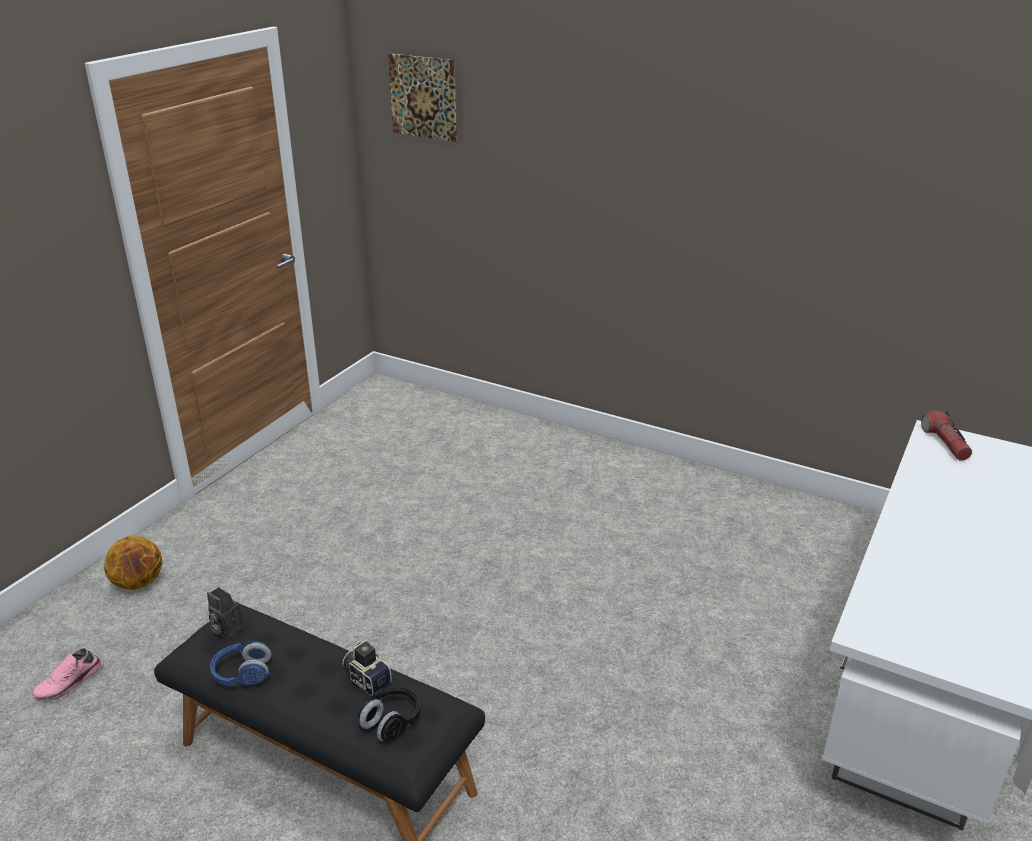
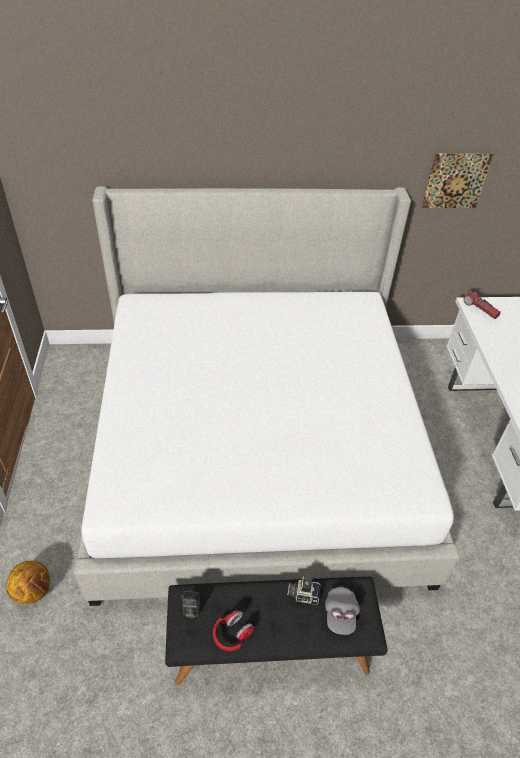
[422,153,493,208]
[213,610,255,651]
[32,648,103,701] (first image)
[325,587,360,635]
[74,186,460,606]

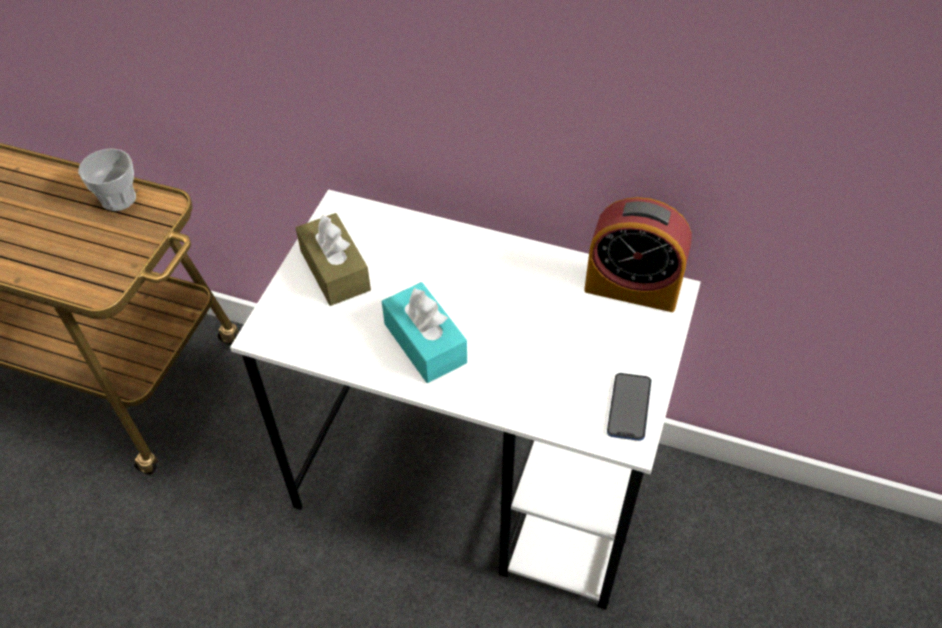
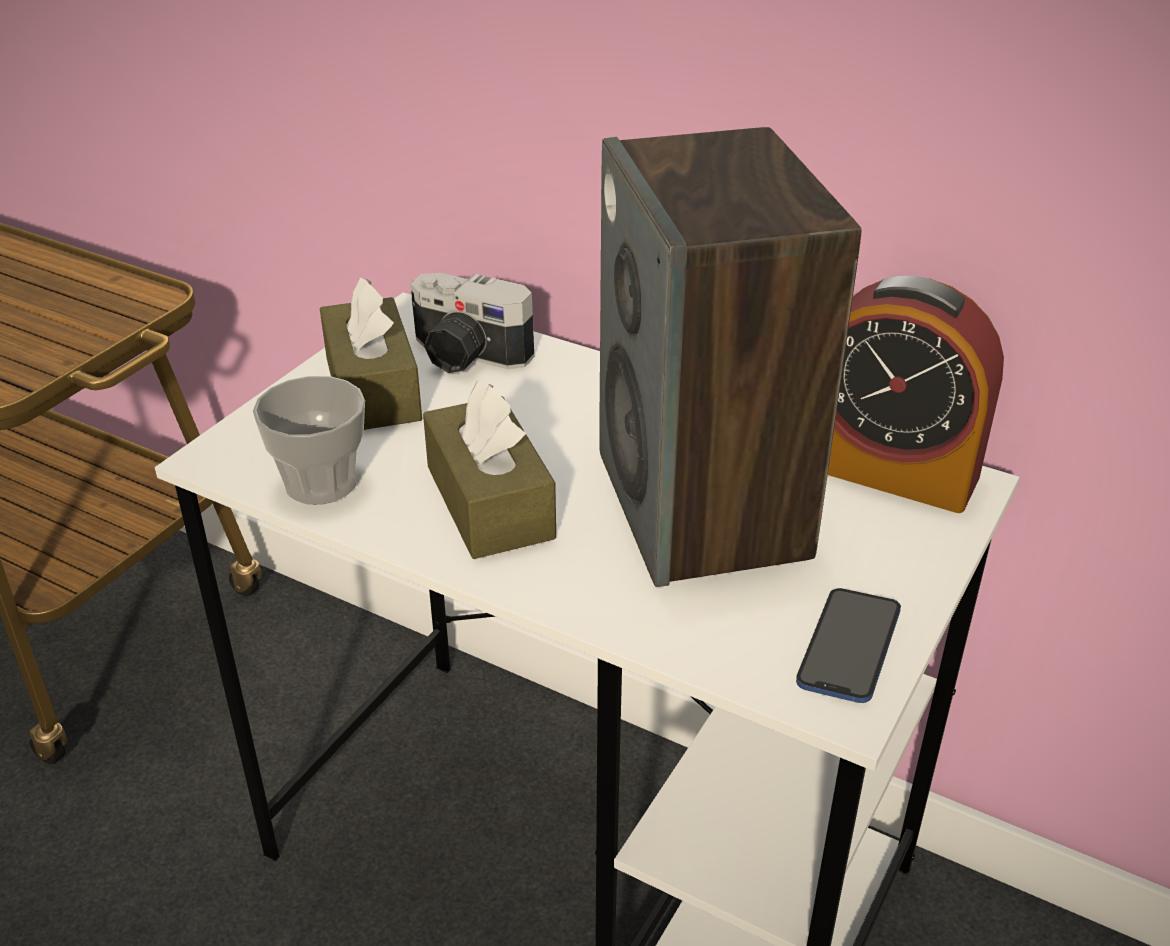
[253,376,365,505]
[423,381,556,559]
[599,127,862,587]
[410,273,534,373]

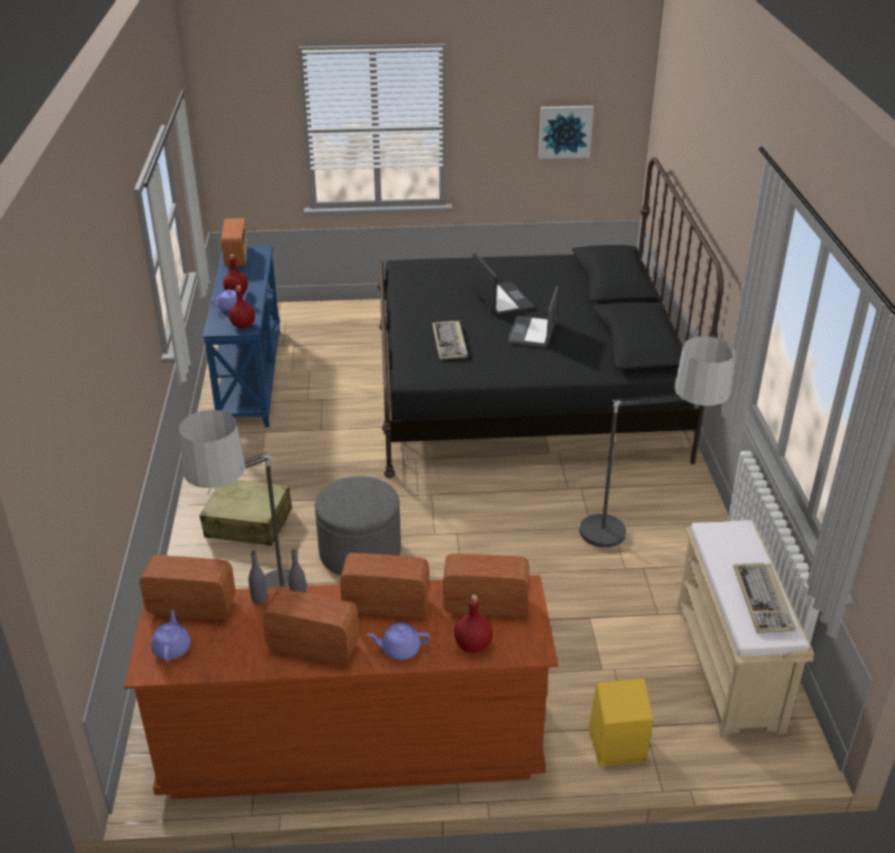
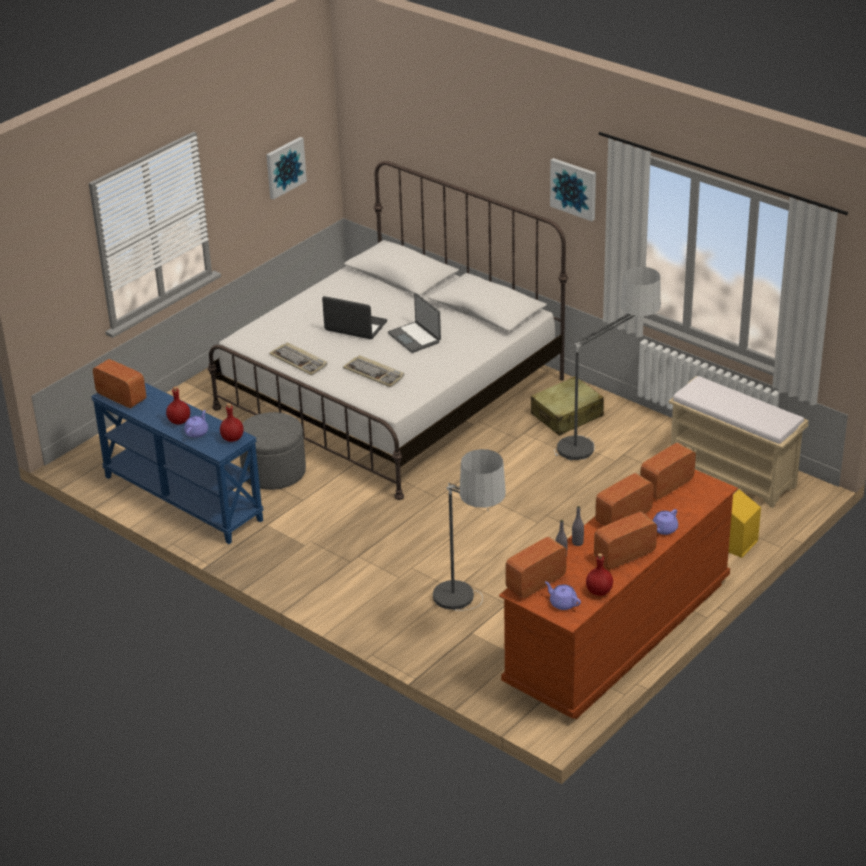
[208,161,568,500]
[240,412,306,490]
[531,376,604,436]
[269,342,327,376]
[586,553,613,596]
[550,158,596,221]

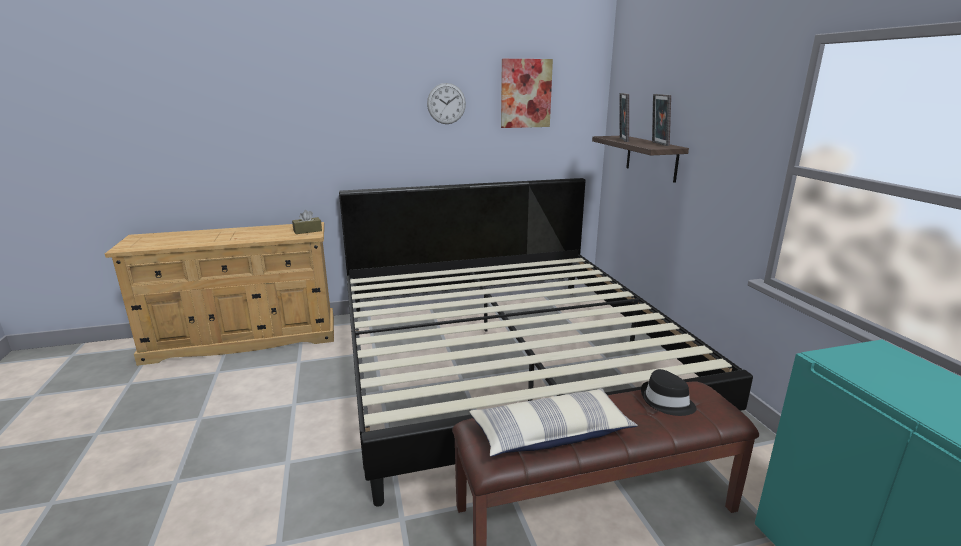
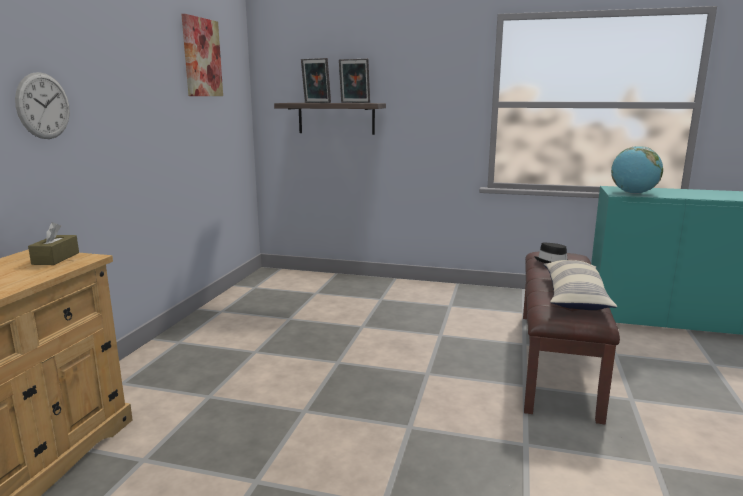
[15,72,70,139]
[339,178,753,507] (first image)
[611,146,663,194]

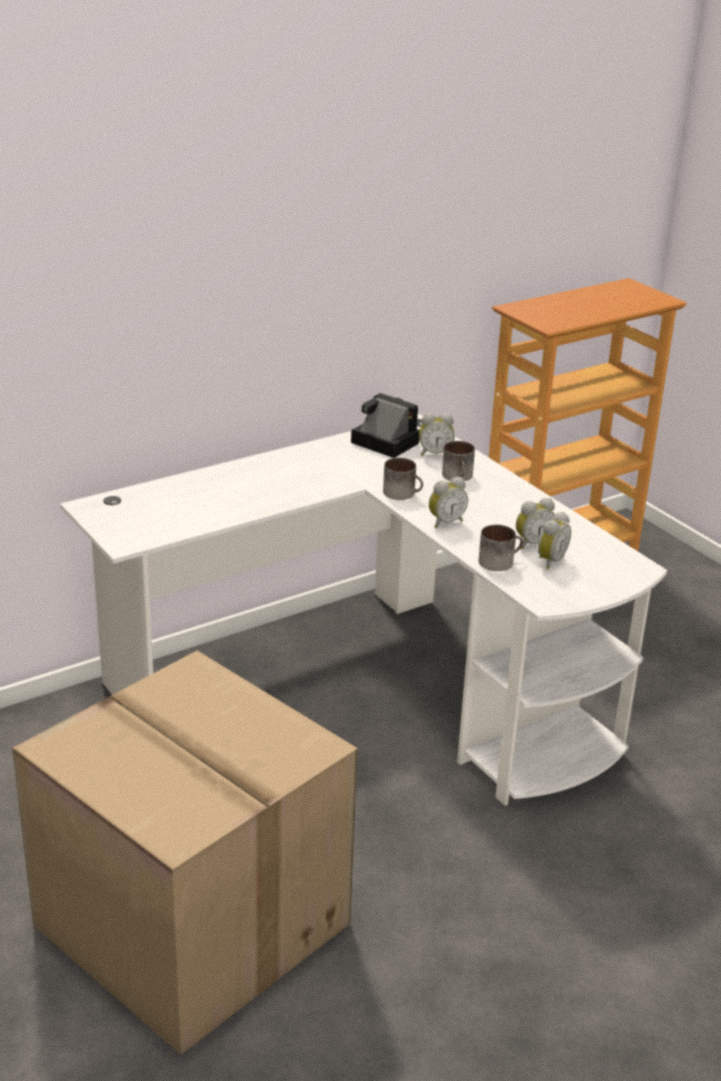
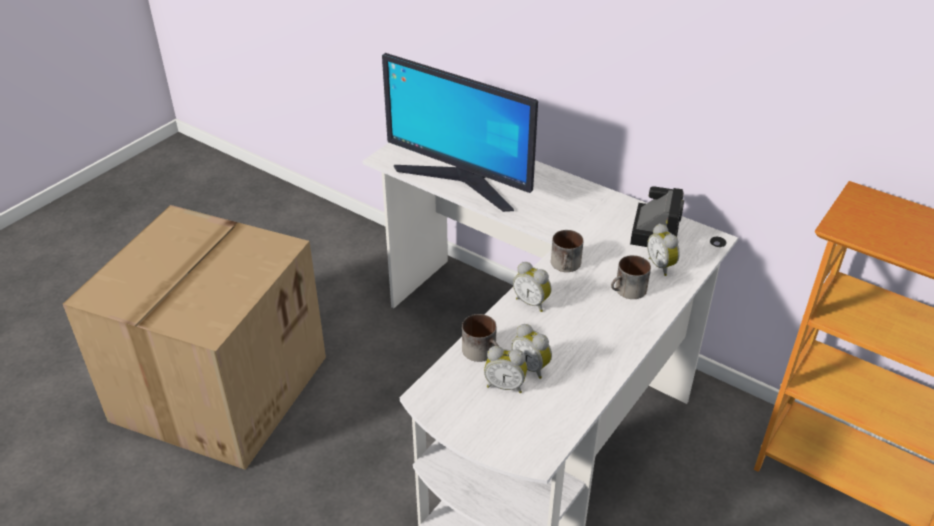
[382,53,538,212]

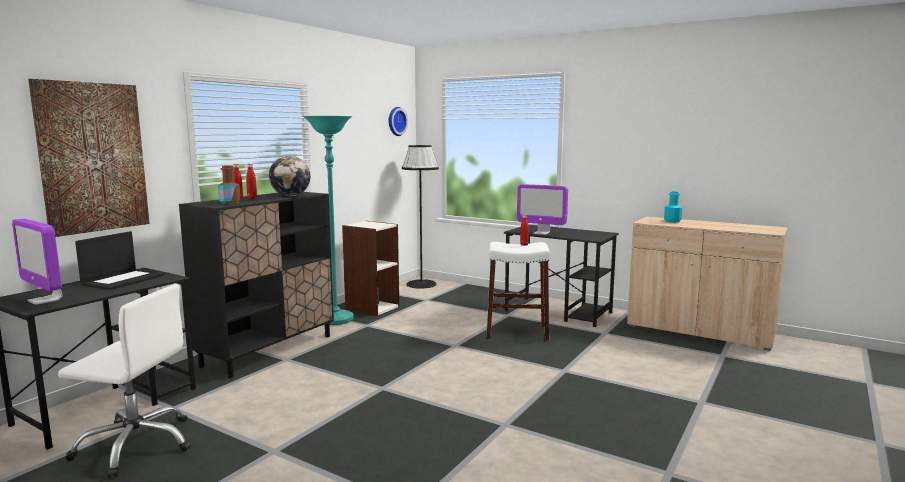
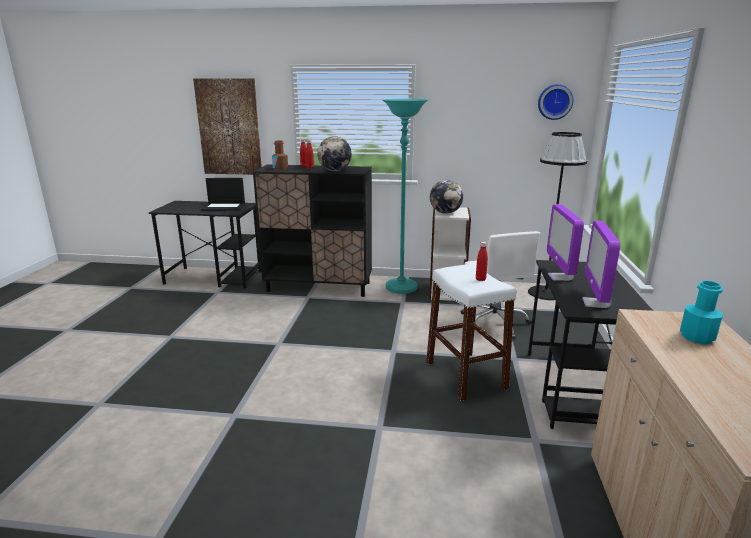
[582,221,620,308]
[461,231,540,339]
[430,180,463,214]

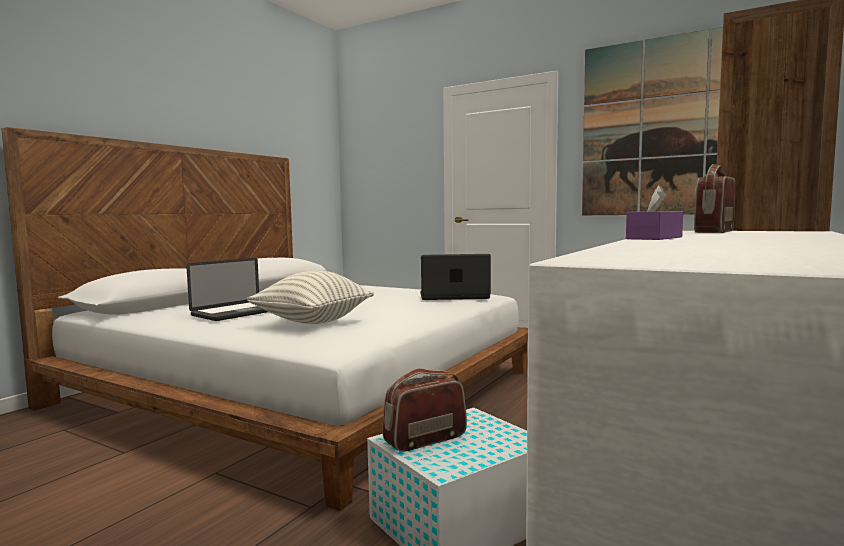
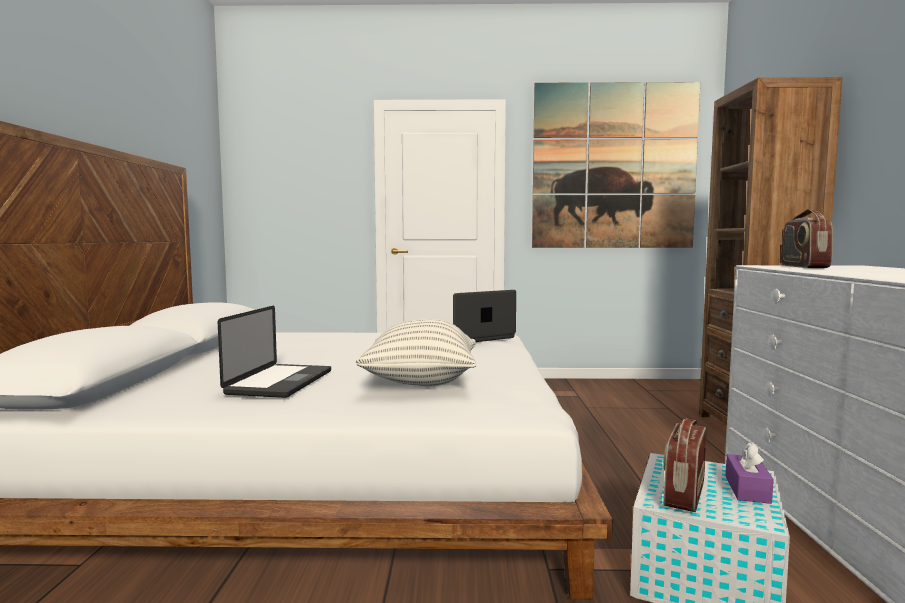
[725,443,774,504]

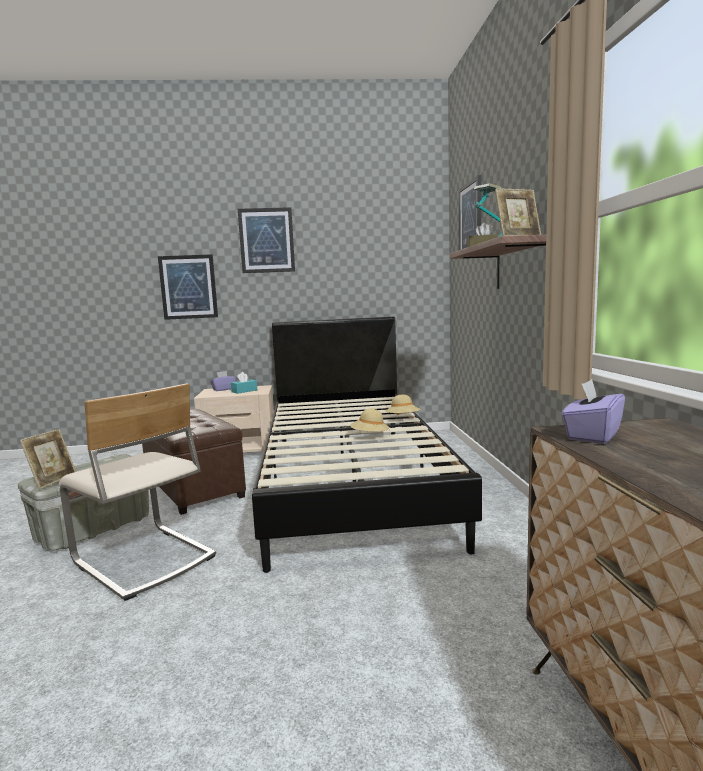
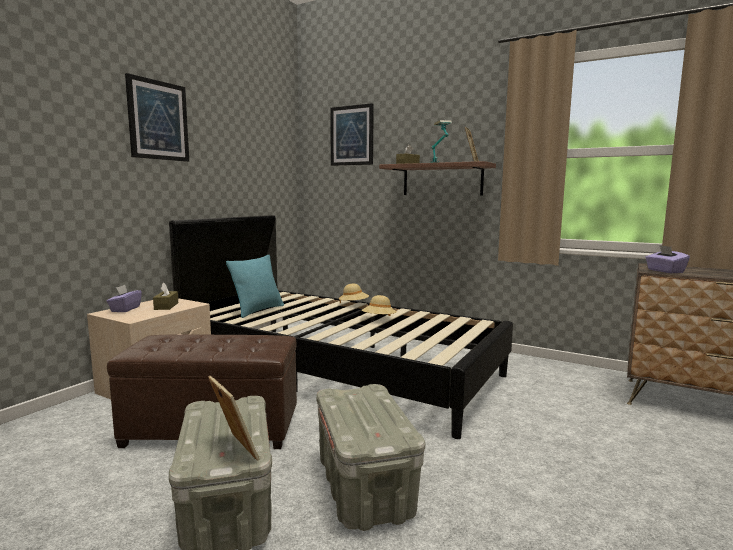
[158,254,218,320] (first image)
[153,283,178,310]
[316,384,425,531]
[226,255,284,318]

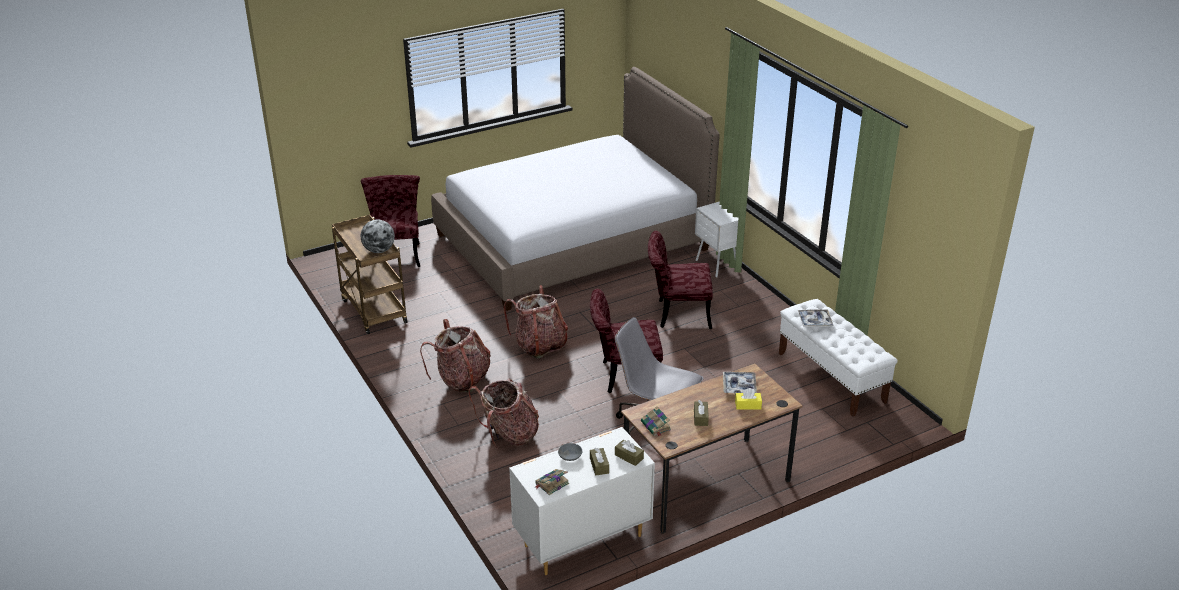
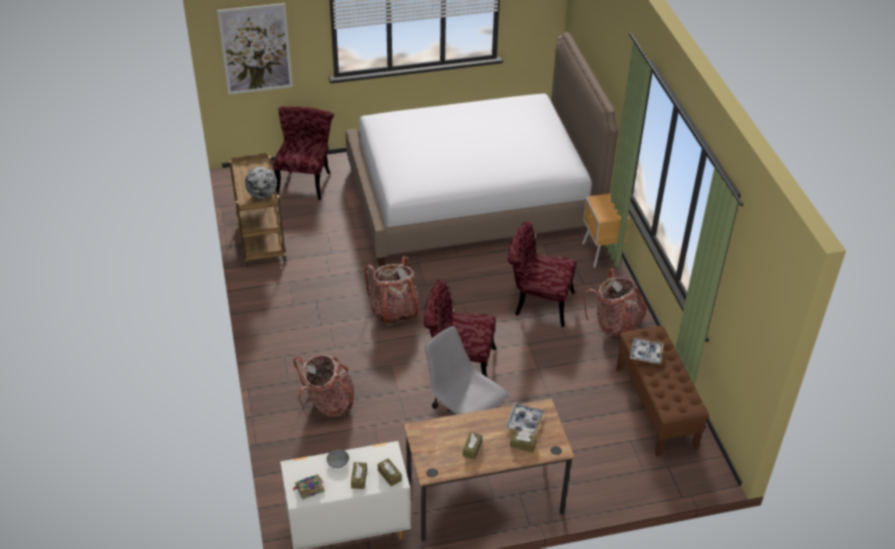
[582,193,629,268]
[616,326,709,457]
[584,268,647,340]
[510,431,537,452]
[641,406,671,436] (first image)
[217,3,293,95]

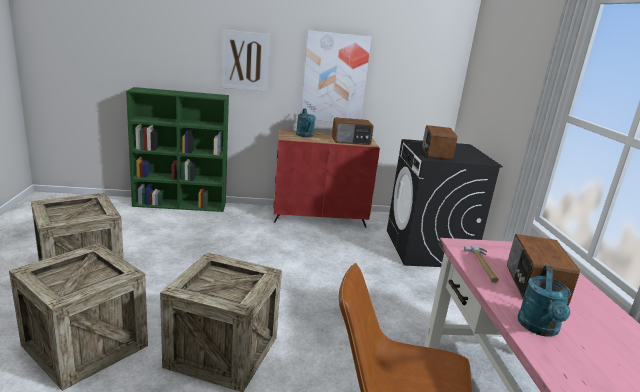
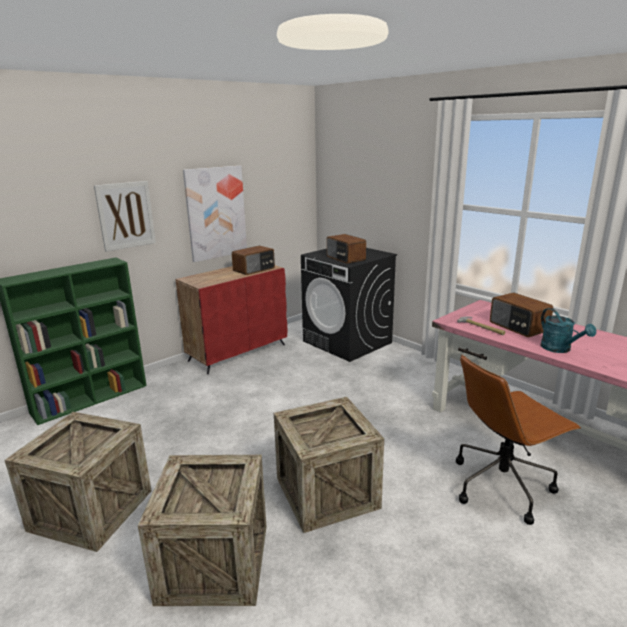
[296,109,316,137] (first image)

